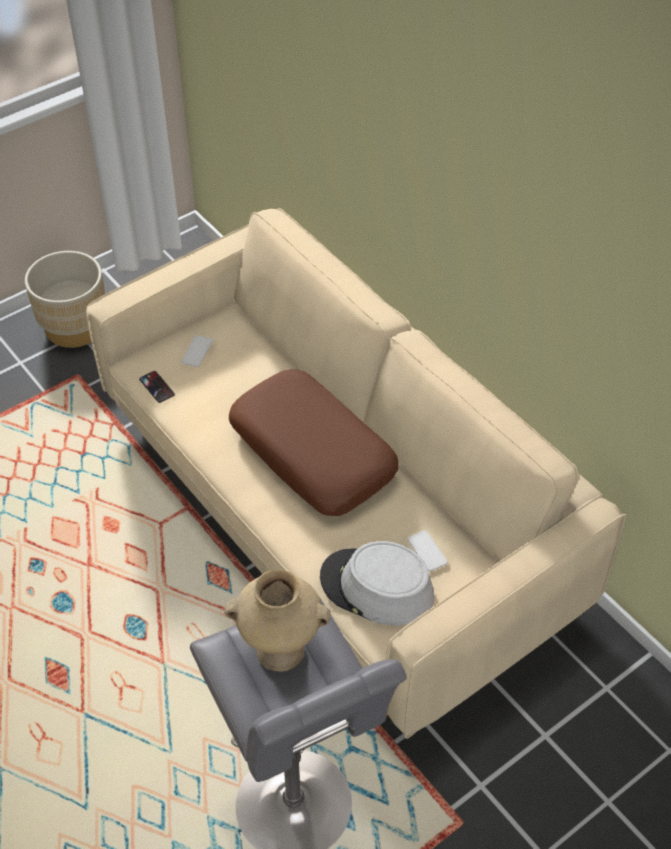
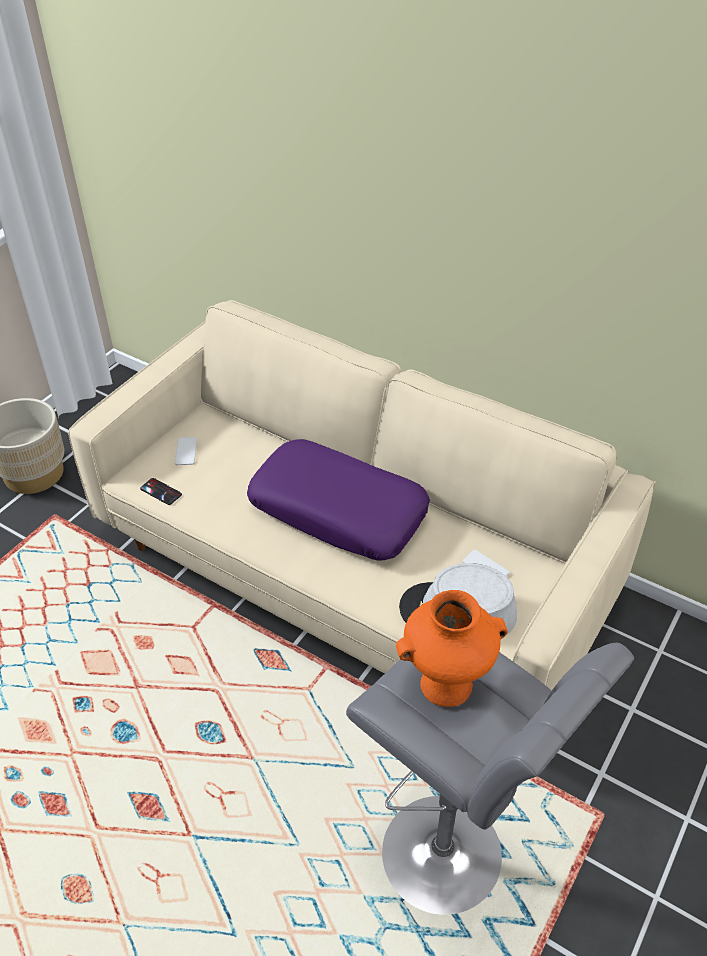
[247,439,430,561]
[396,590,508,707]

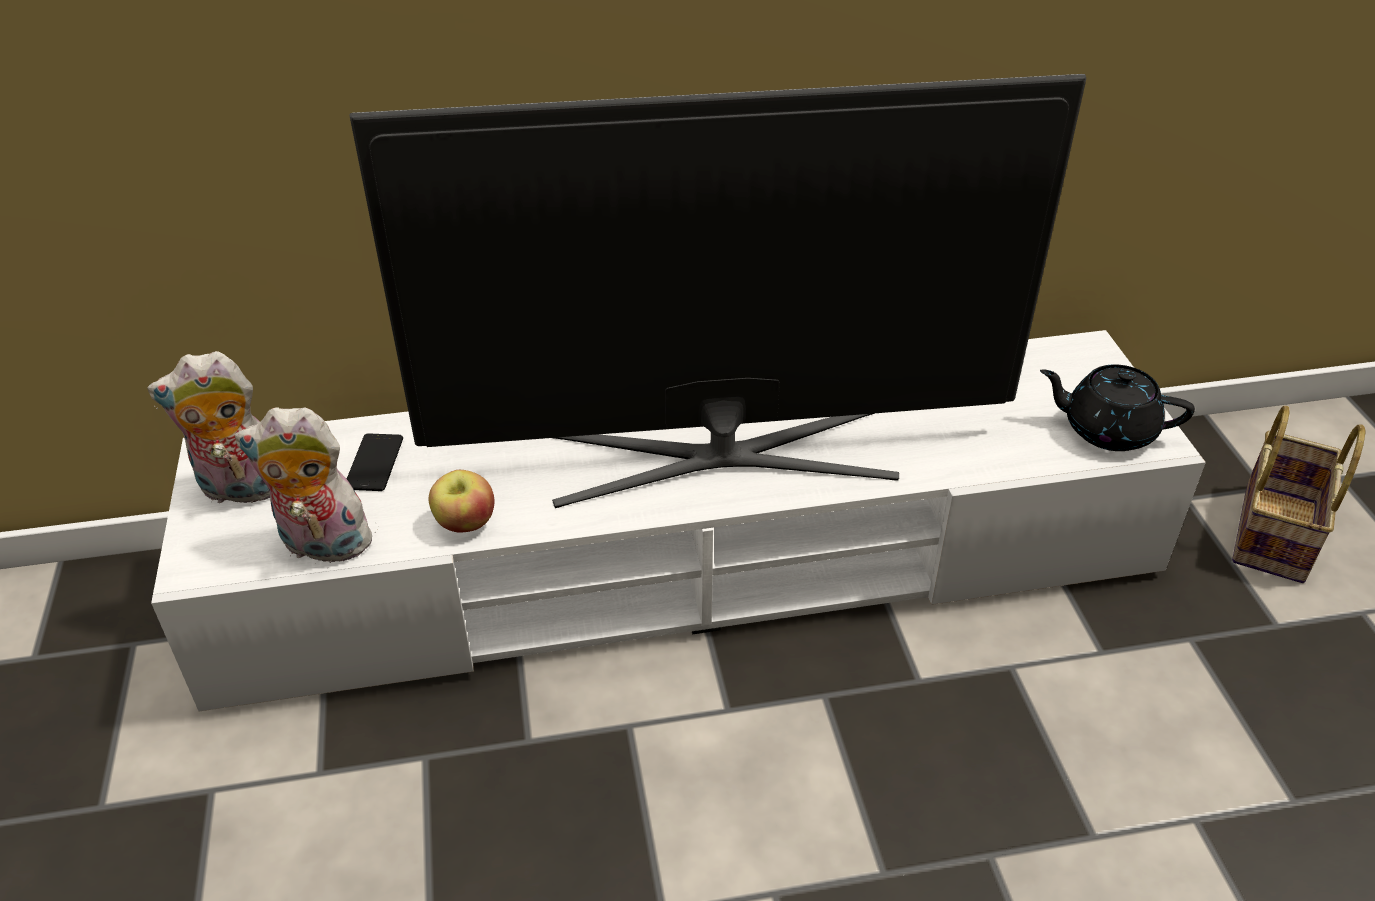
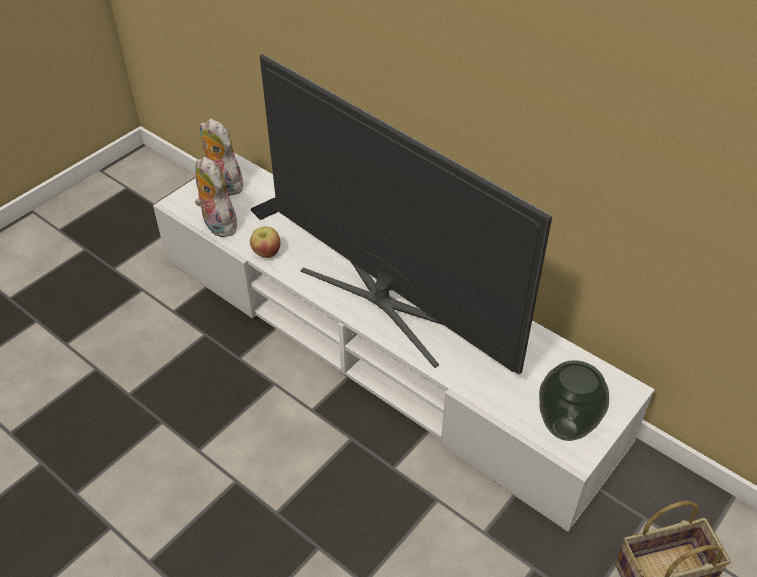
[539,360,609,441]

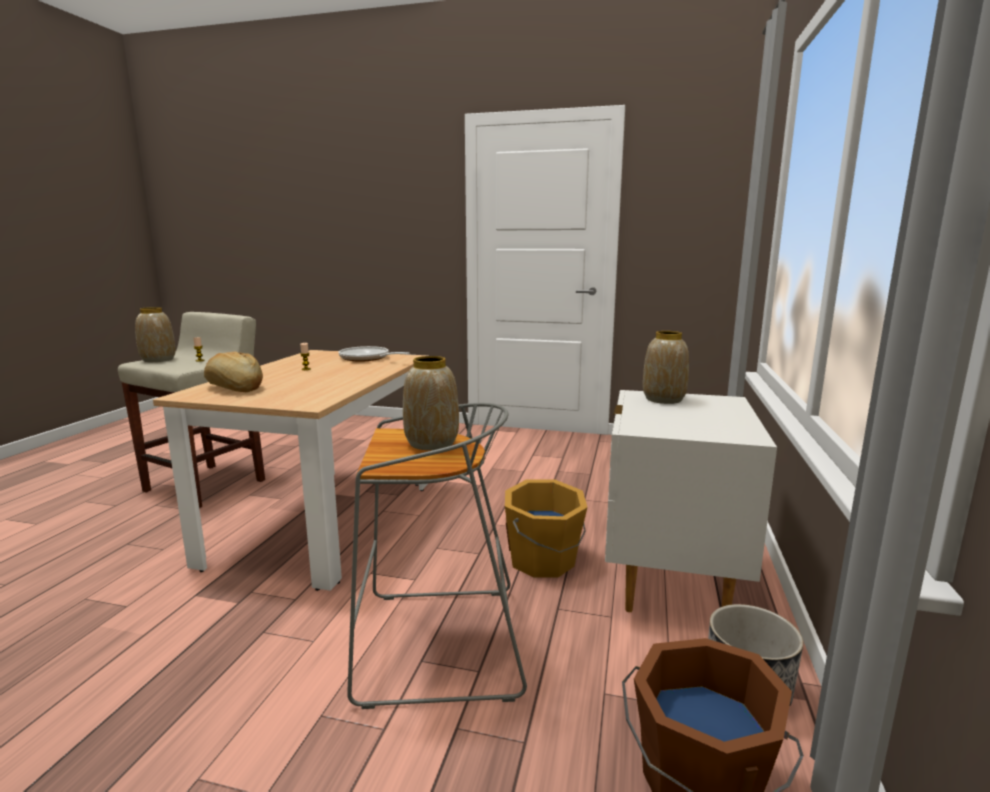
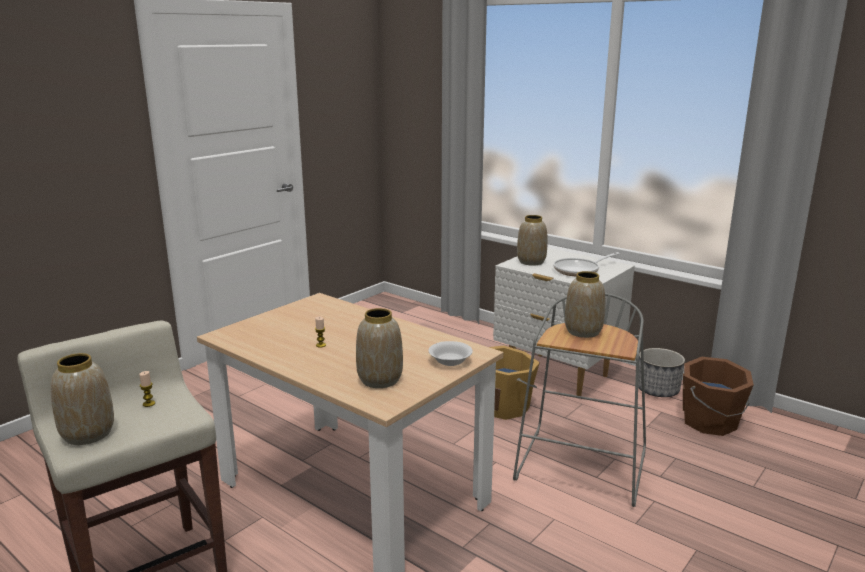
[553,252,620,276]
[356,308,403,388]
[428,341,473,366]

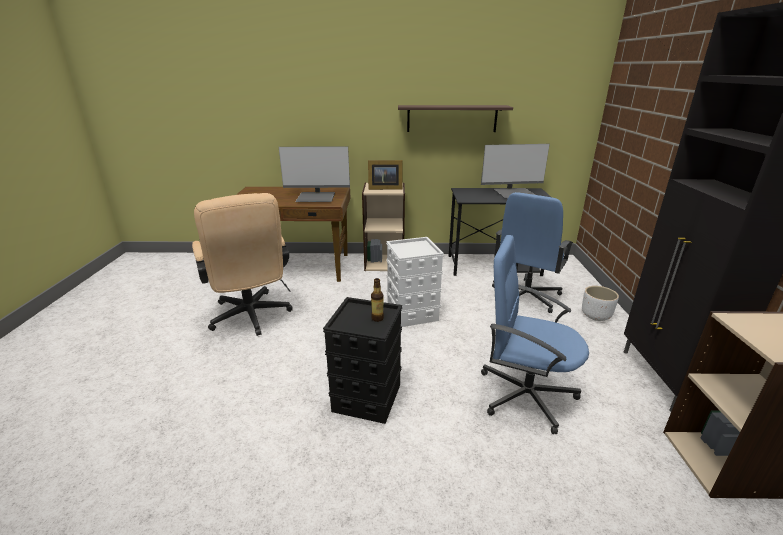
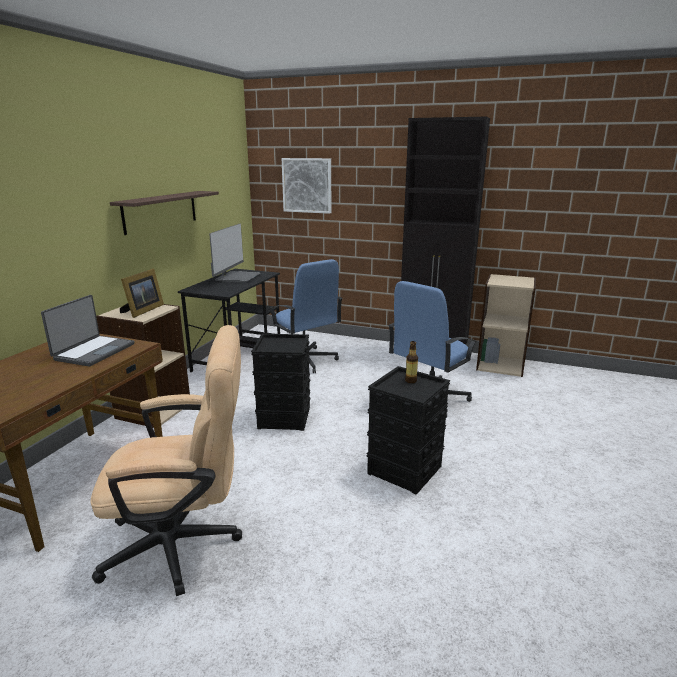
[41,295,134,366]
[251,334,310,431]
[582,286,619,321] (first image)
[282,158,331,214]

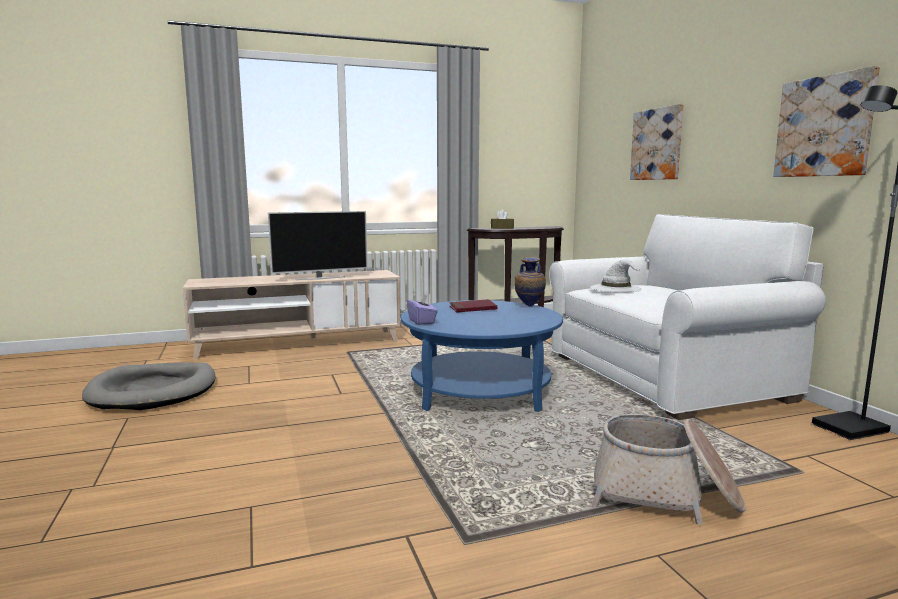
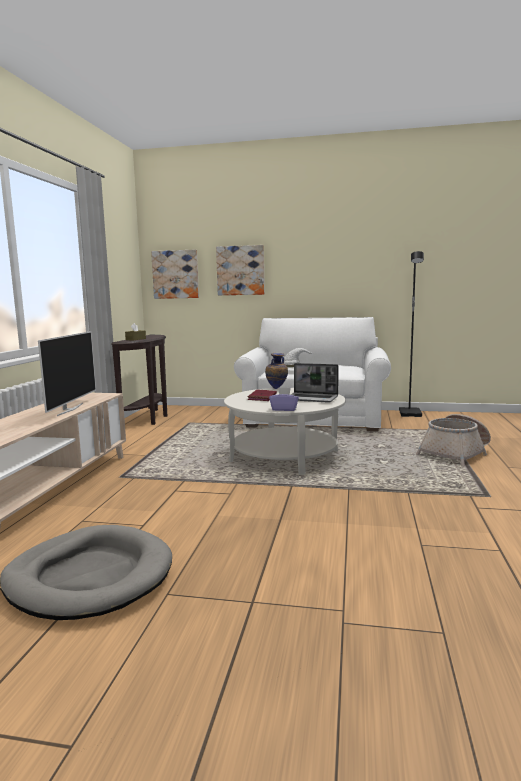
[151,250,199,299]
[224,388,346,475]
[291,363,339,403]

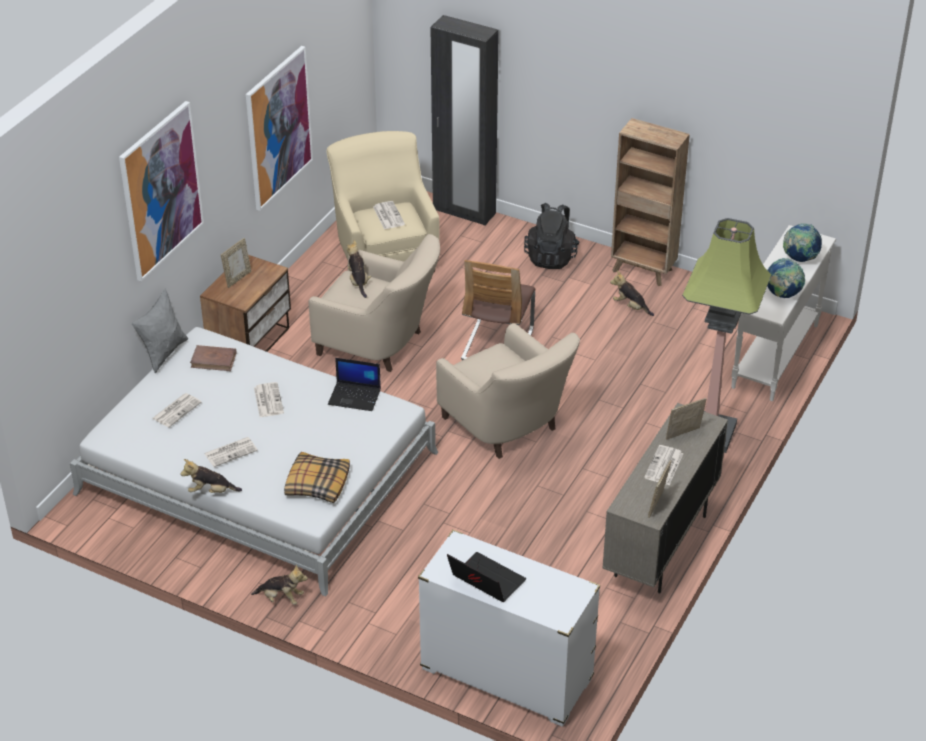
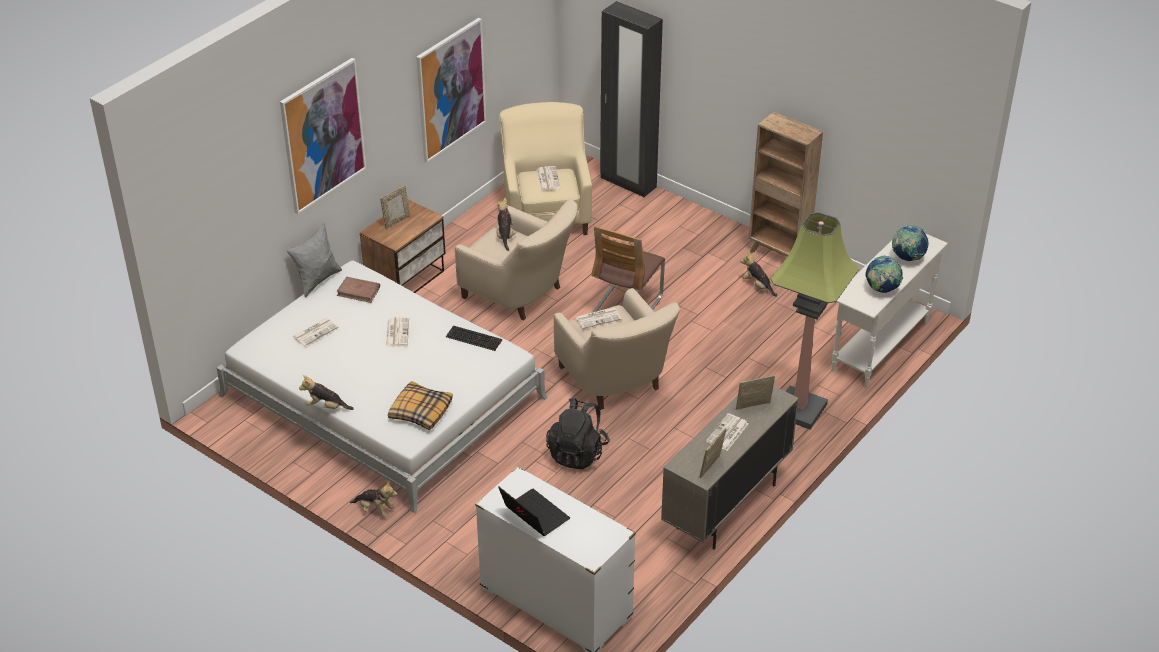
[546,398,610,470]
[446,326,502,351]
[576,307,621,329]

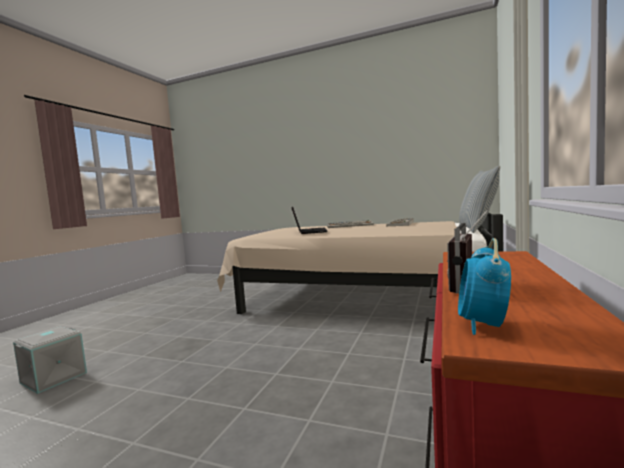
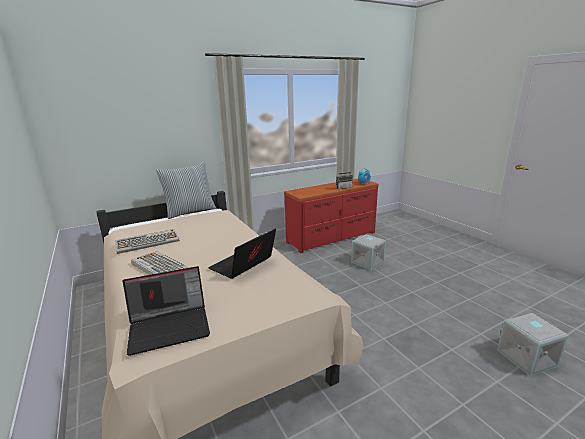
[351,234,386,270]
[123,266,210,356]

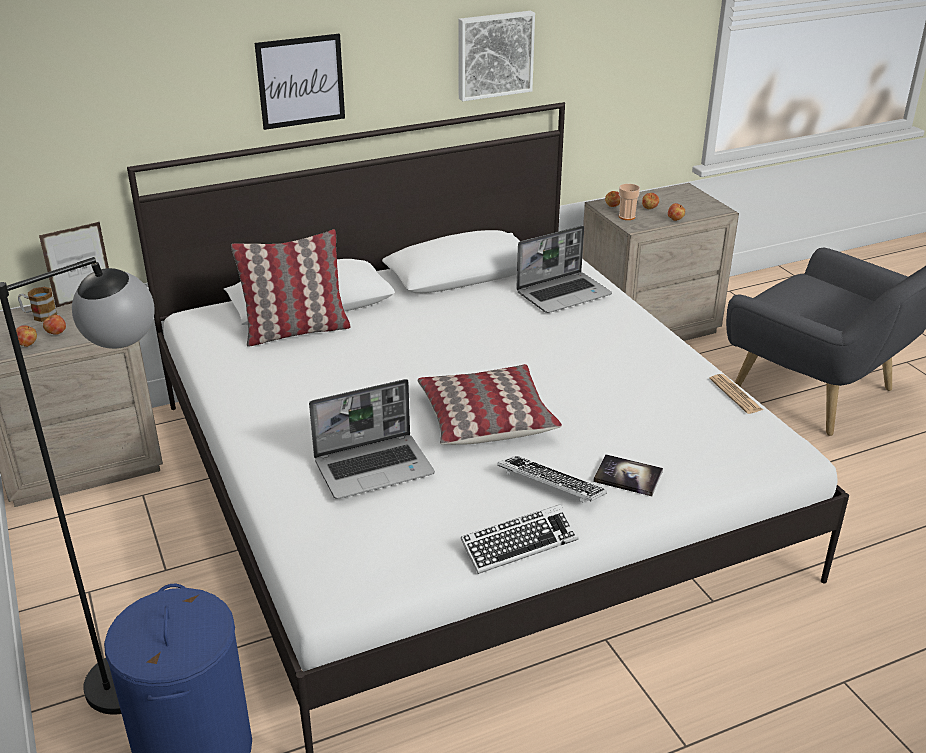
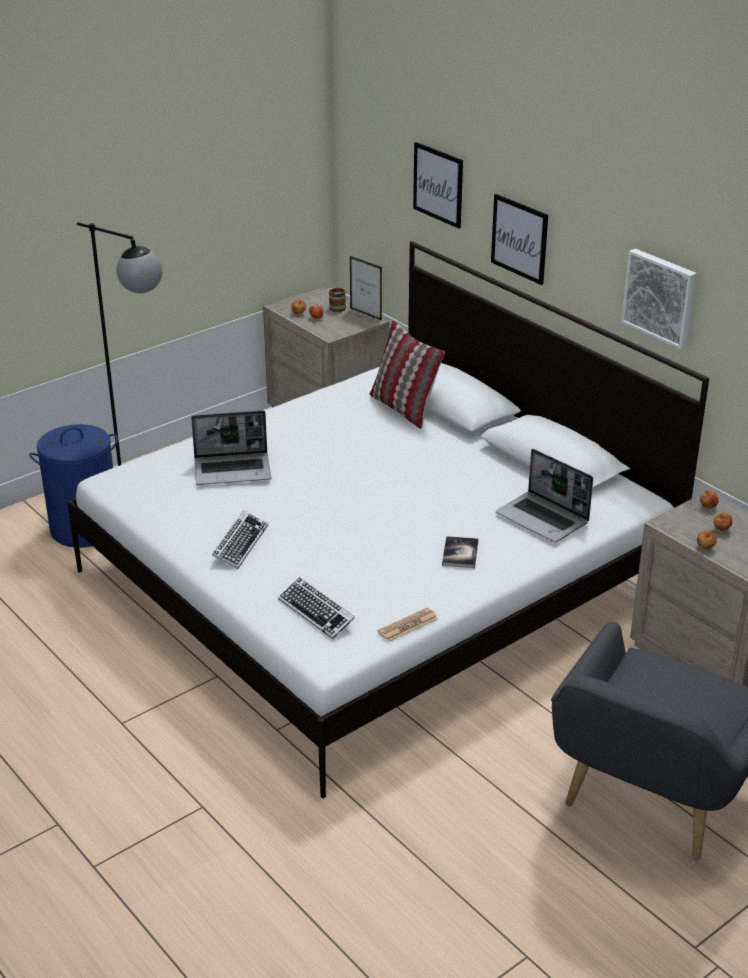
[619,184,640,220] (first image)
[418,364,562,445] (first image)
[191,410,271,485]
[442,536,478,568]
[278,577,355,639]
[413,142,463,229]

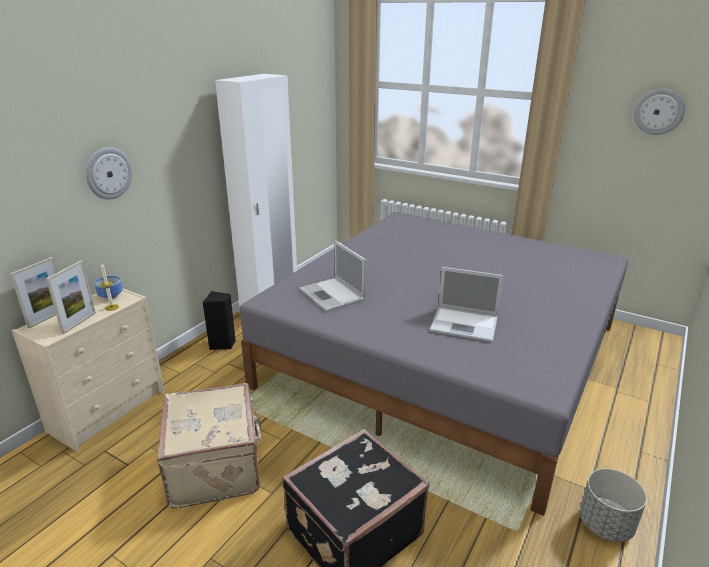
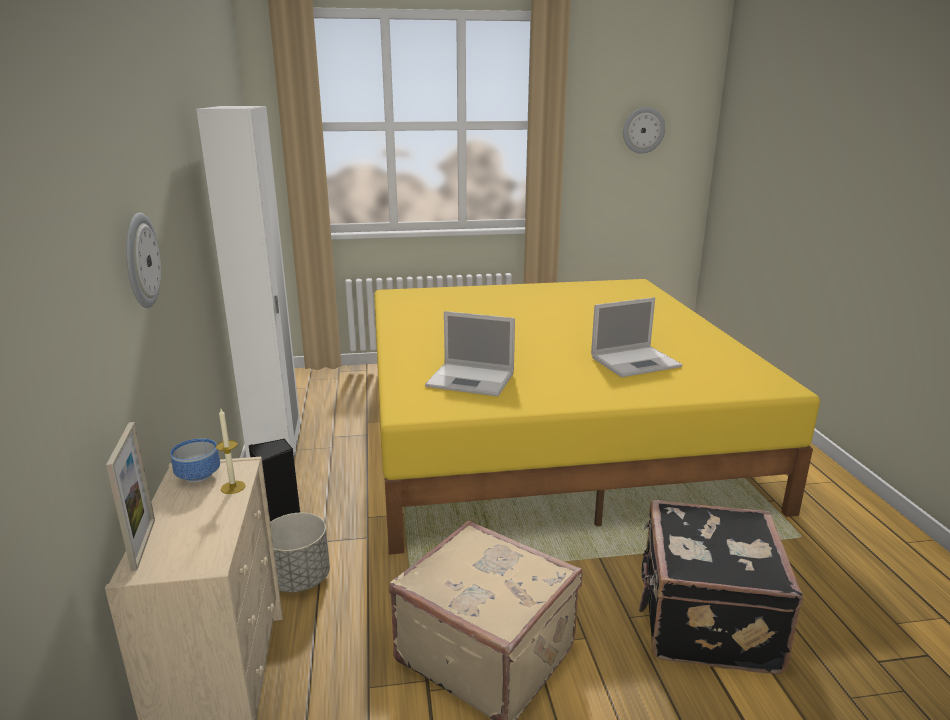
[374,279,820,555]
[46,260,96,334] (first image)
[270,513,330,592]

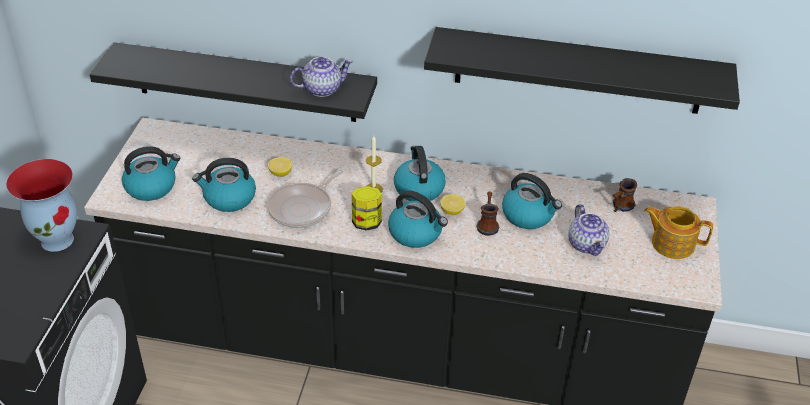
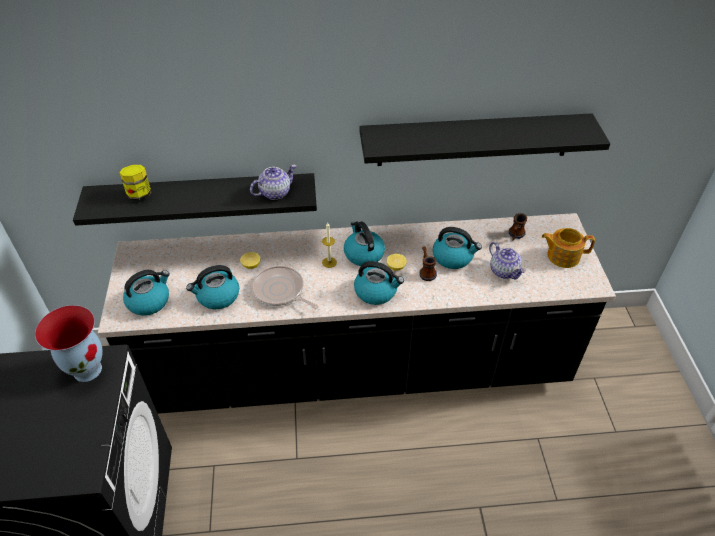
[252,266,318,309]
[119,165,151,200]

